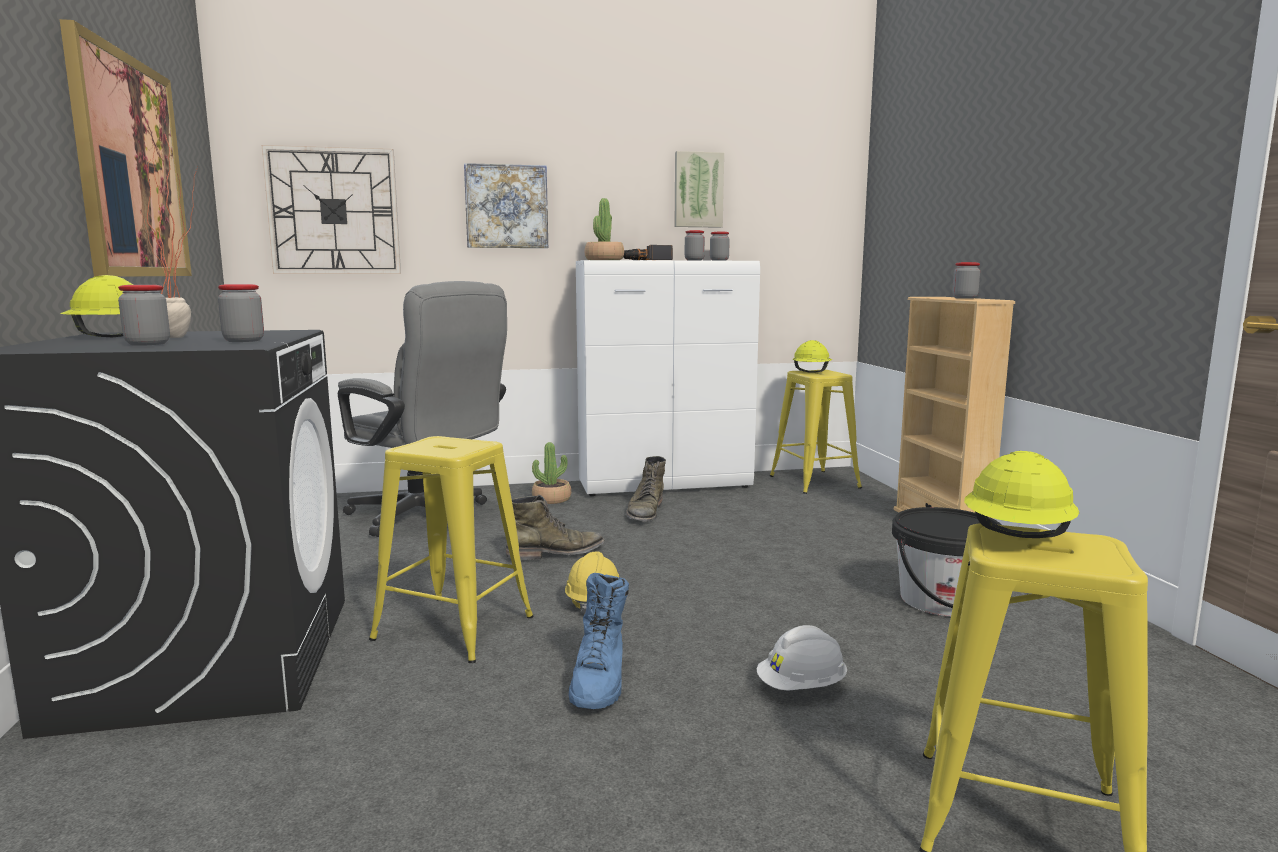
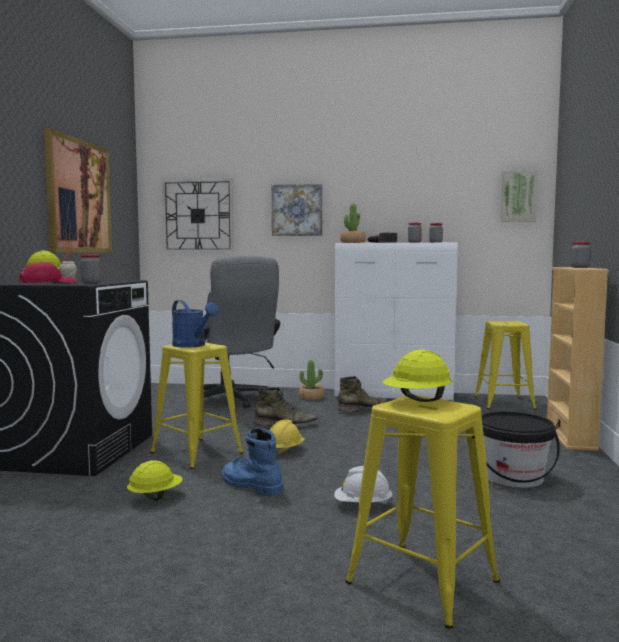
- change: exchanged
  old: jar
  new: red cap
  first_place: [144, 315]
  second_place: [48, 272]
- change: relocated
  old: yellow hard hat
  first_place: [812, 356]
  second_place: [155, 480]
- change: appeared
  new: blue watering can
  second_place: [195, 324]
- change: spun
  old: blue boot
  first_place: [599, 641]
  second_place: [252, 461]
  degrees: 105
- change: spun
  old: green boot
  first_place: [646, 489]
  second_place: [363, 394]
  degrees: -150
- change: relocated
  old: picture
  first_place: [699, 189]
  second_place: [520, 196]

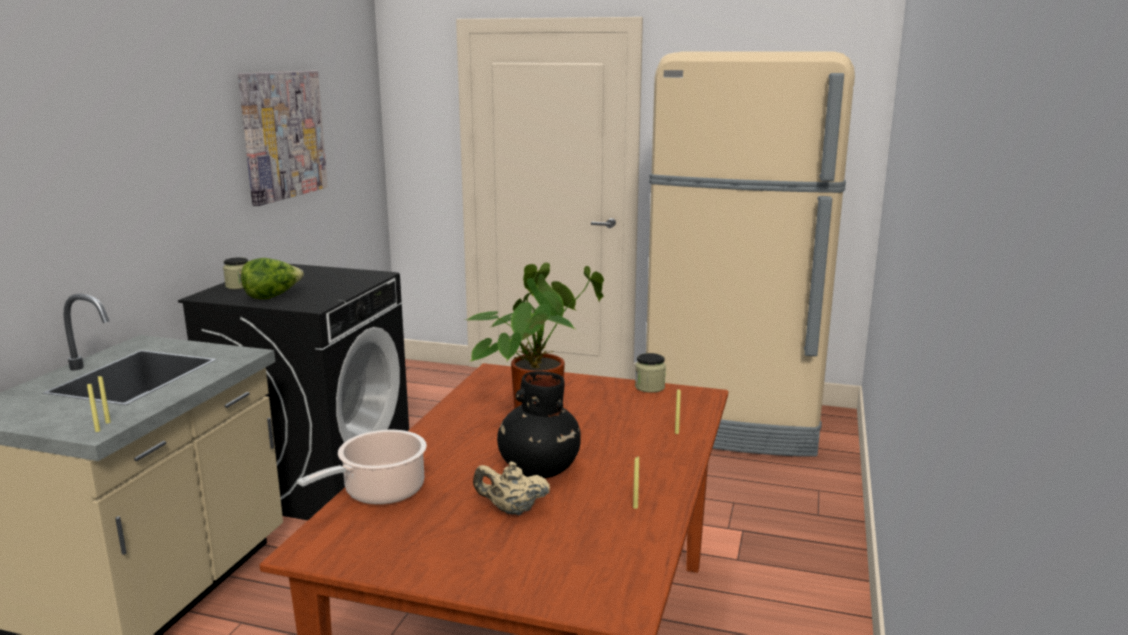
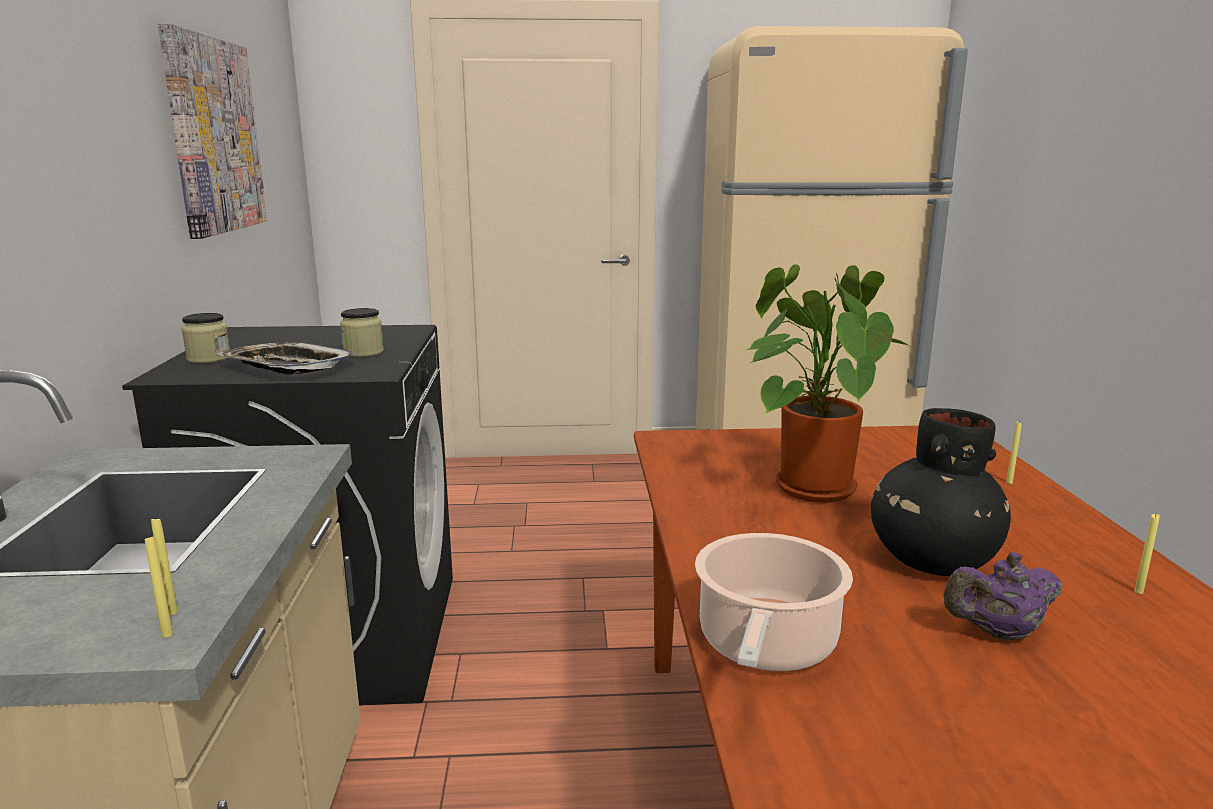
- change: exchanged
  old: lettuce
  new: tray
  first_place: [272, 278]
  second_place: [286, 358]
- change: relocated
  old: jar
  first_place: [650, 373]
  second_place: [362, 332]
- change: colour
  old: beige teapot
  new: purple teapot
  first_place: [511, 488]
  second_place: [1002, 596]

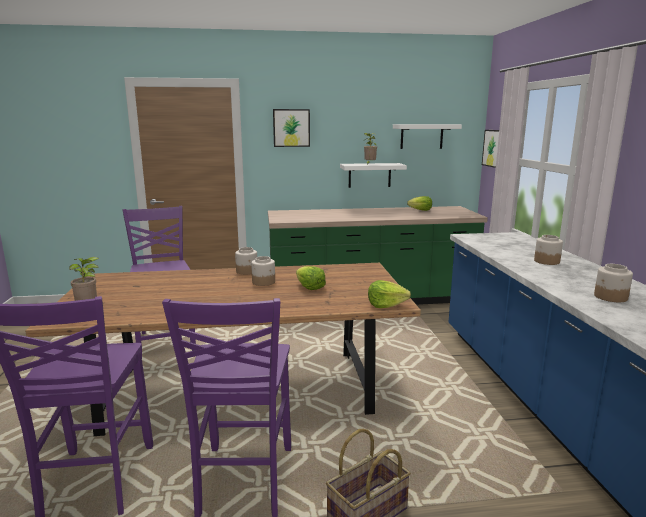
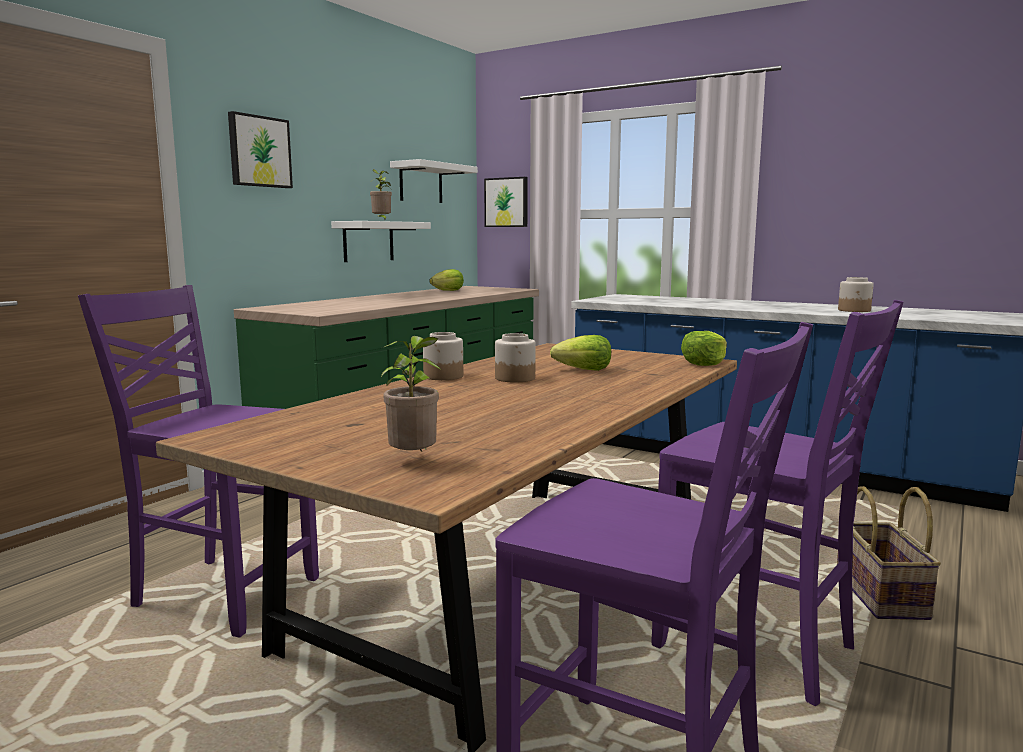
- change: missing
  old: jar
  first_place: [548, 250]

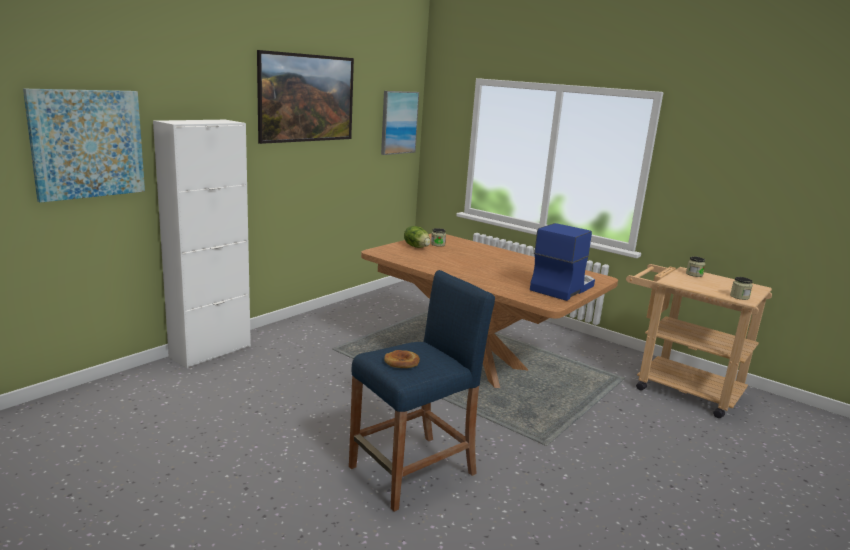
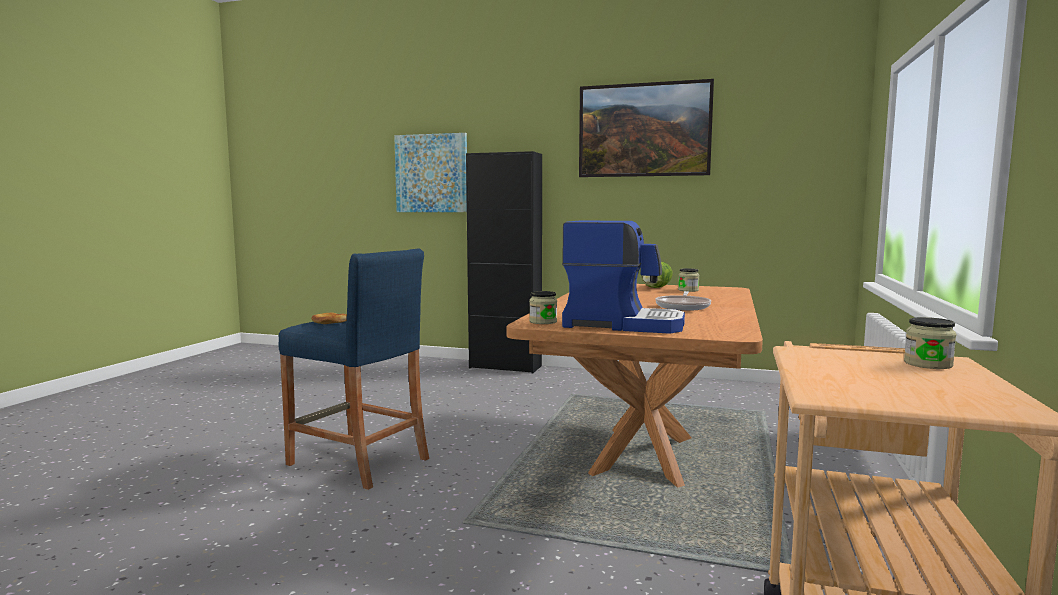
- change: colour
  old: white cabinet
  new: black cabinet
  first_place: [202, 243]
  second_place: [504, 262]
- change: relocated
  old: jar
  first_place: [741, 288]
  second_place: [543, 307]
- change: appeared
  new: frying pan
  second_place: [683, 301]
- change: missing
  old: picture
  first_place: [400, 123]

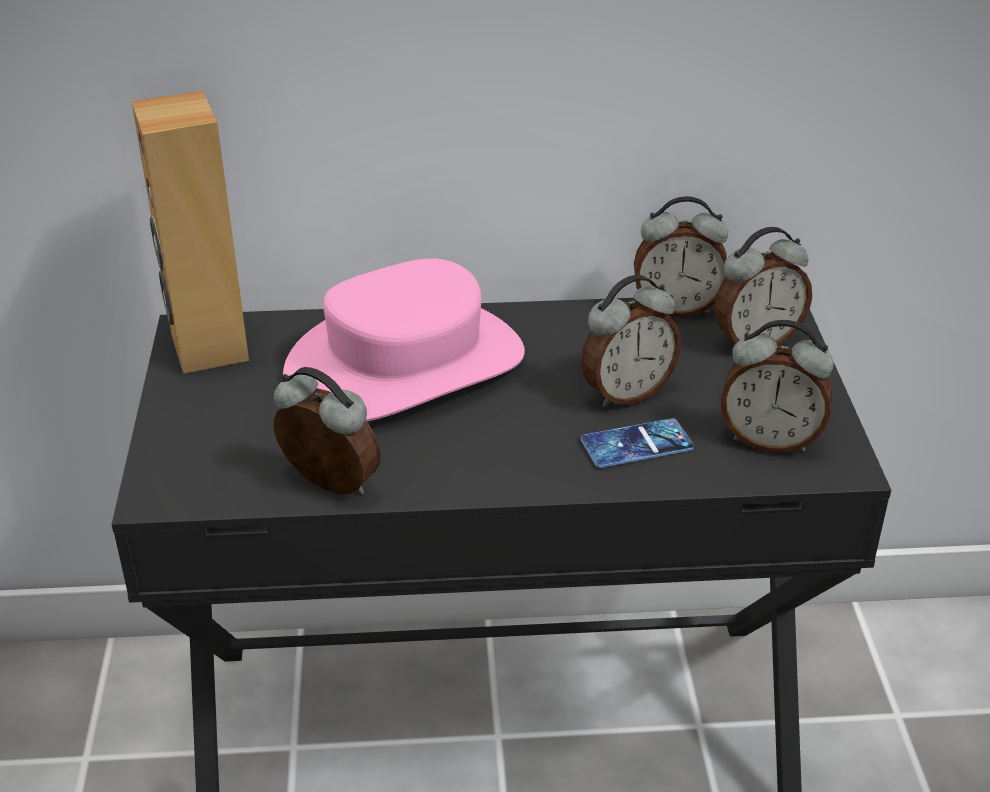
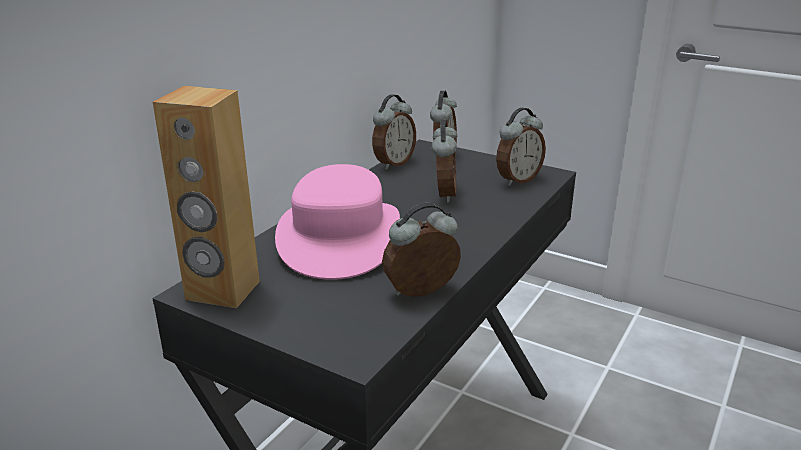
- change: missing
  old: phone
  first_place: [637, 443]

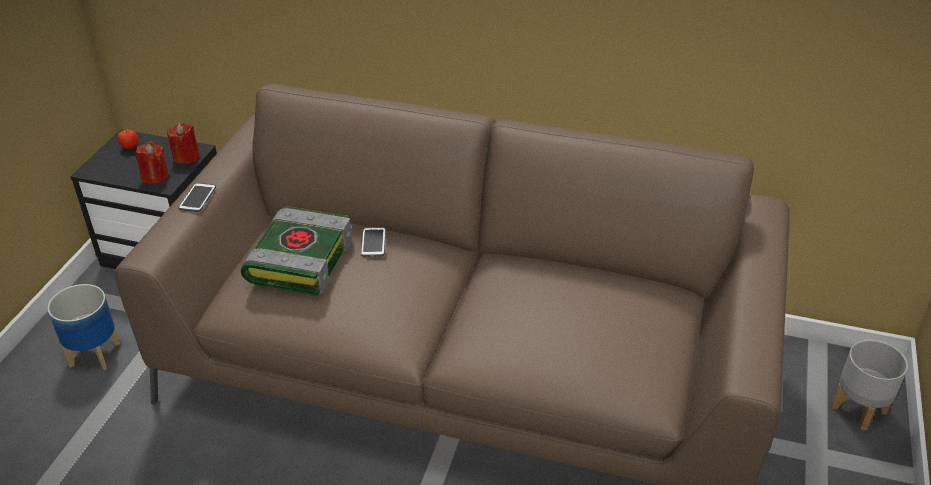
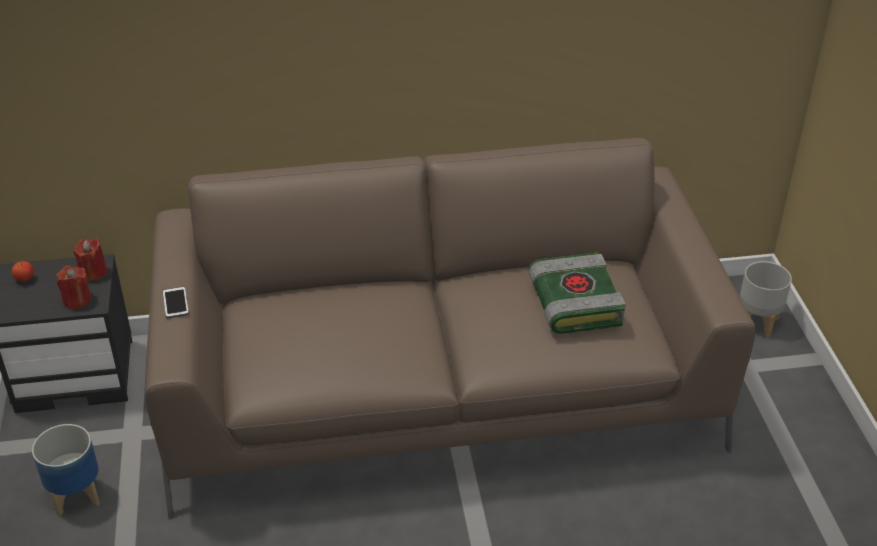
- change: relocated
  old: book
  first_place: [296, 251]
  second_place: [577, 293]
- change: missing
  old: phone
  first_place: [373, 242]

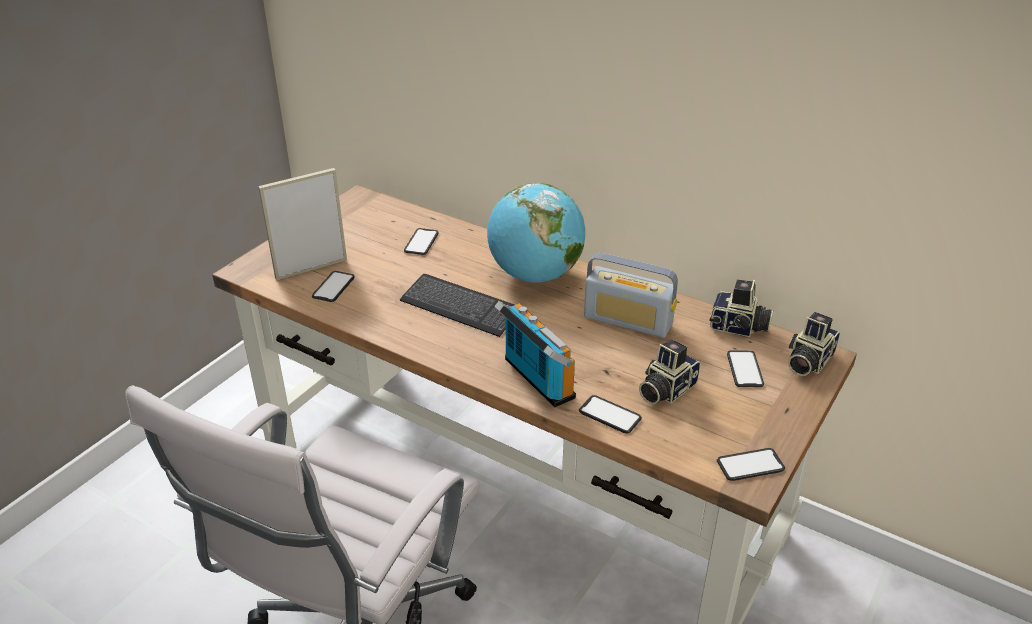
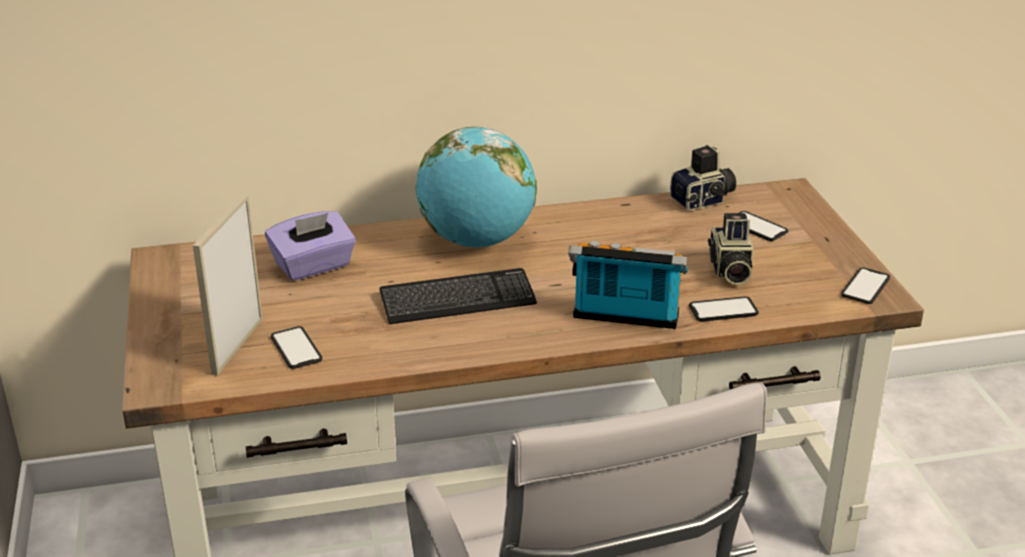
- change: exchanged
  old: phone
  new: purple tissue box
  first_place: [421, 241]
  second_place: [310, 246]
- change: missing
  old: radio
  first_place: [631, 295]
- change: missing
  old: photo camera
  first_place: [814, 344]

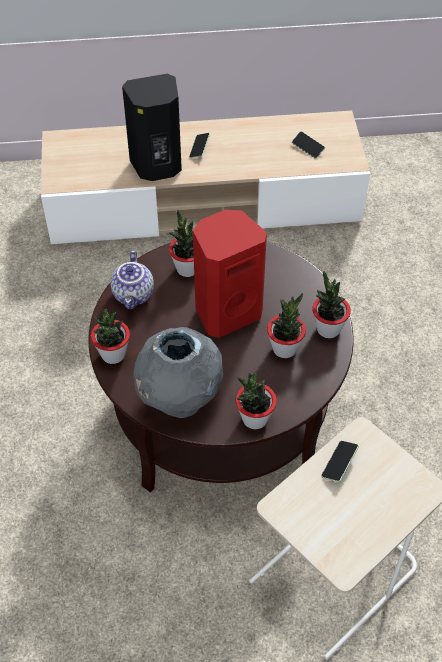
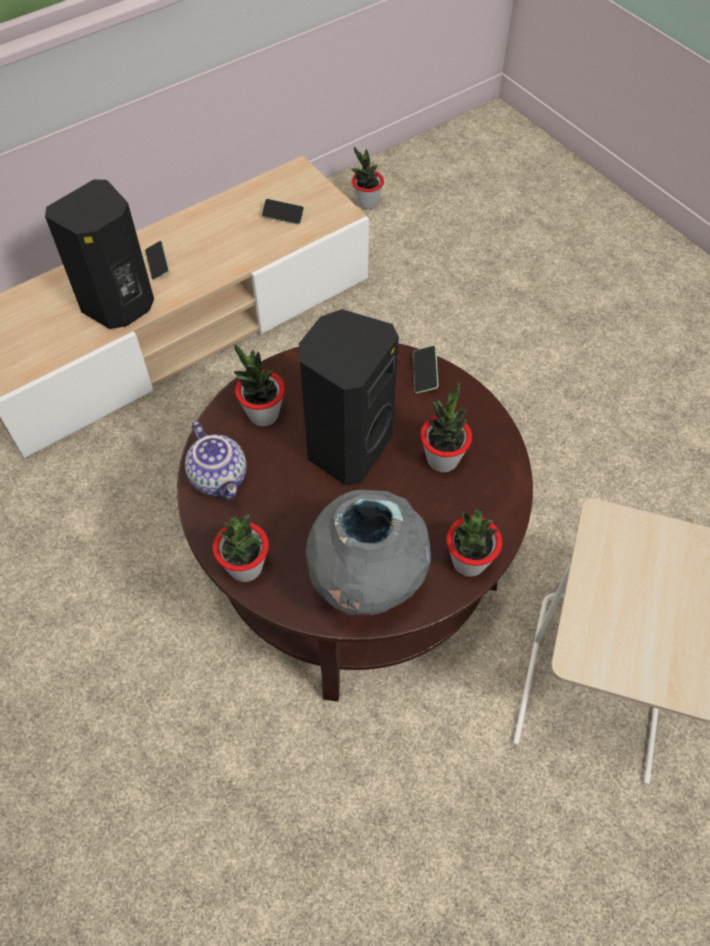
- change: colour
  old: red speaker
  new: black speaker
  first_place: [230, 274]
  second_place: [349, 397]
- change: relocated
  old: potted plant
  first_place: [331, 304]
  second_place: [368, 178]
- change: relocated
  old: phone
  first_place: [340, 461]
  second_place: [425, 369]

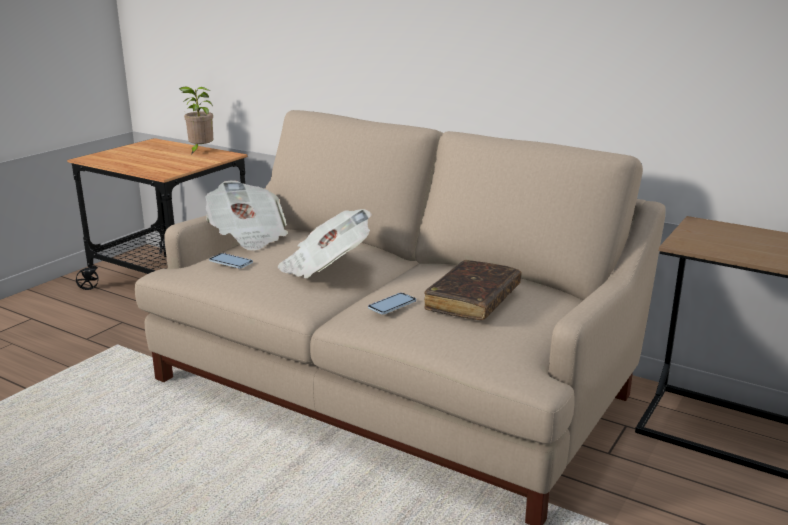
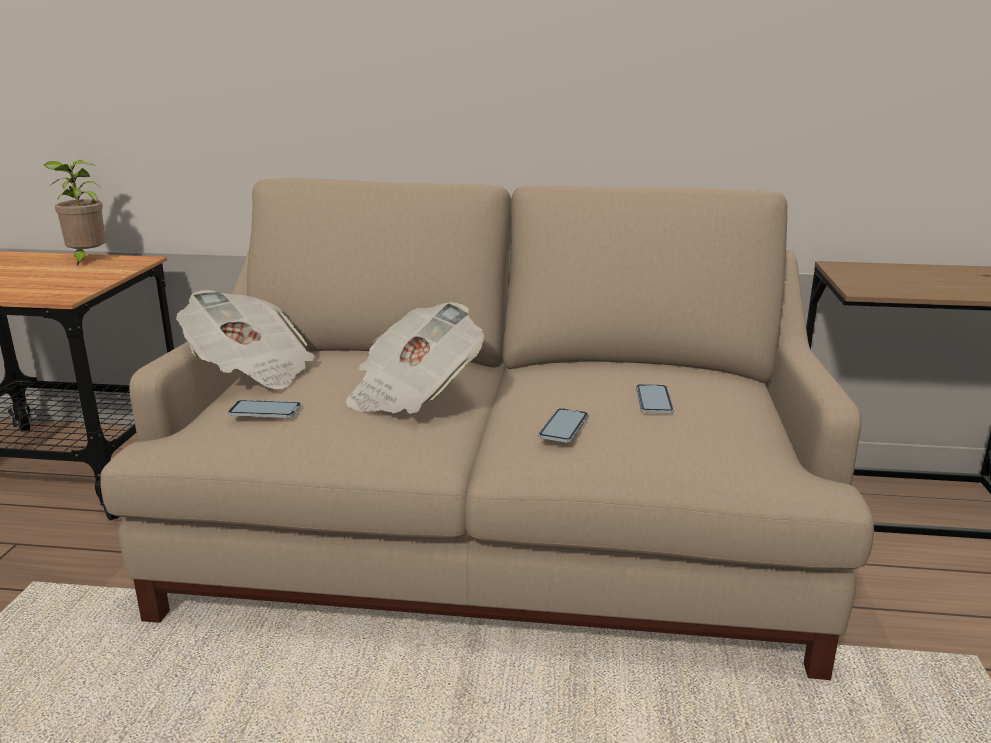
- change: exchanged
  old: brown book
  new: phone
  first_place: [472, 290]
  second_place: [655, 399]

